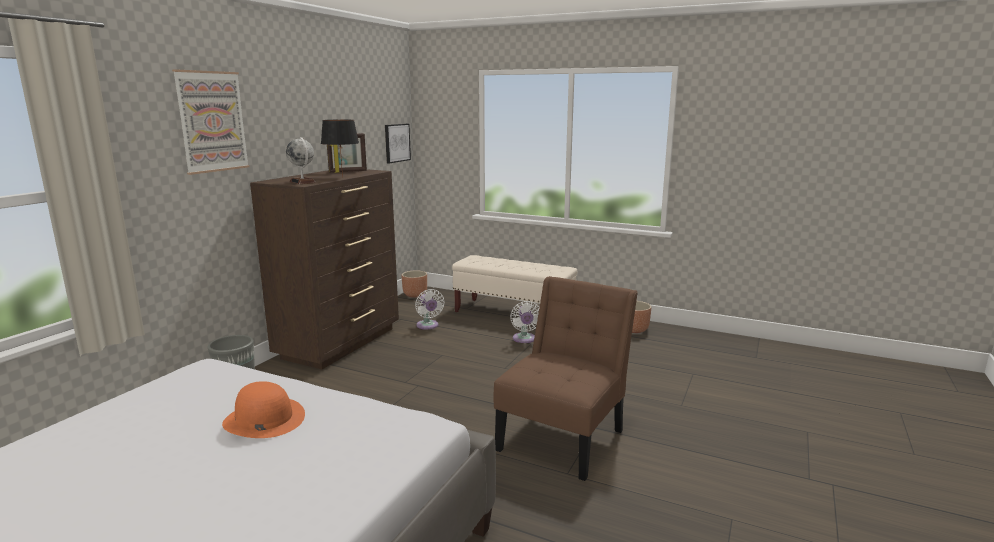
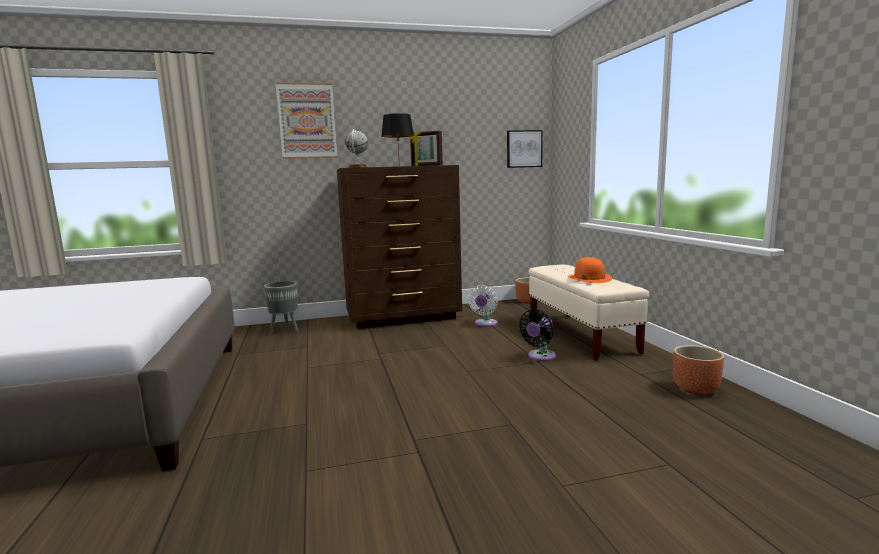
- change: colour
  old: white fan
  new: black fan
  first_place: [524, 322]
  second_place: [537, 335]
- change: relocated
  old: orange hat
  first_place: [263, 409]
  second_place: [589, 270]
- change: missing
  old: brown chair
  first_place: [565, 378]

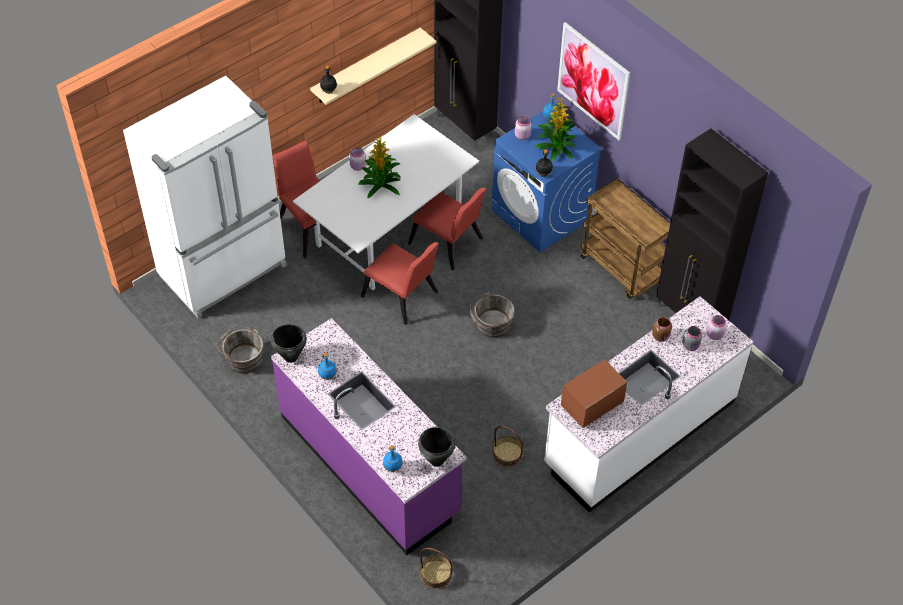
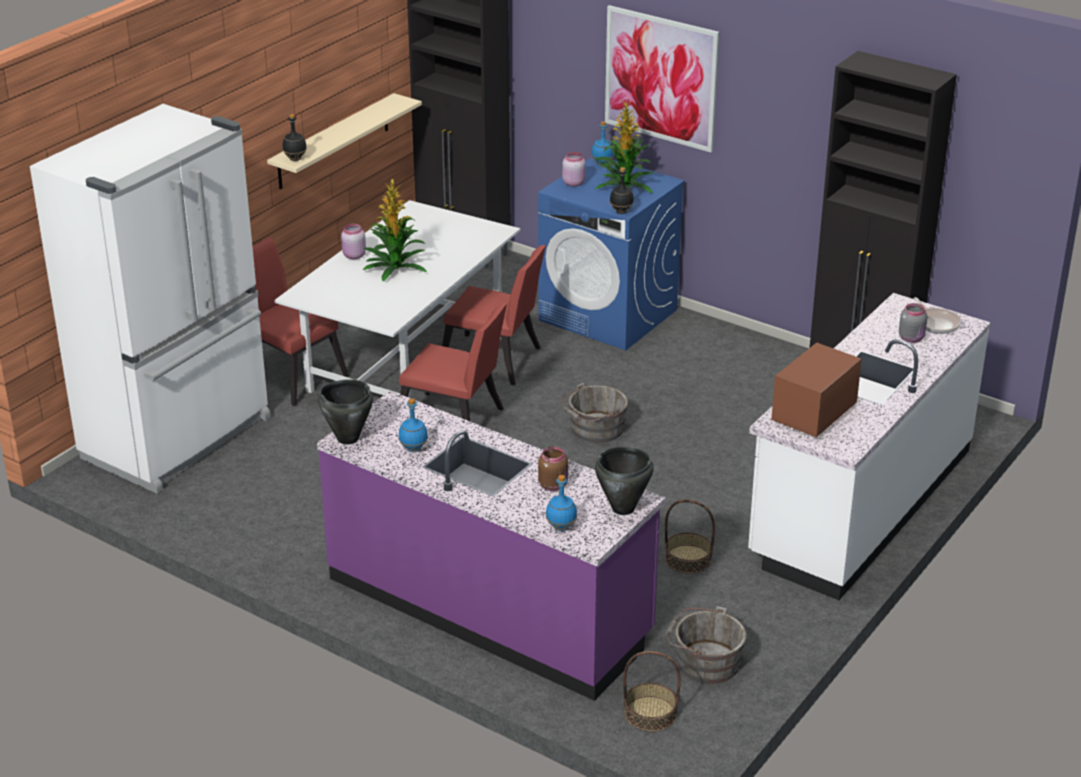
- change: relocated
  old: brown jar
  first_place: [662, 329]
  second_place: [553, 469]
- change: relocated
  old: grey bucket
  first_place: [240, 349]
  second_place: [707, 645]
- change: exchanged
  old: pink jar
  new: frying pan
  first_place: [717, 327]
  second_place: [937, 315]
- change: missing
  old: brown cart
  first_place: [625, 239]

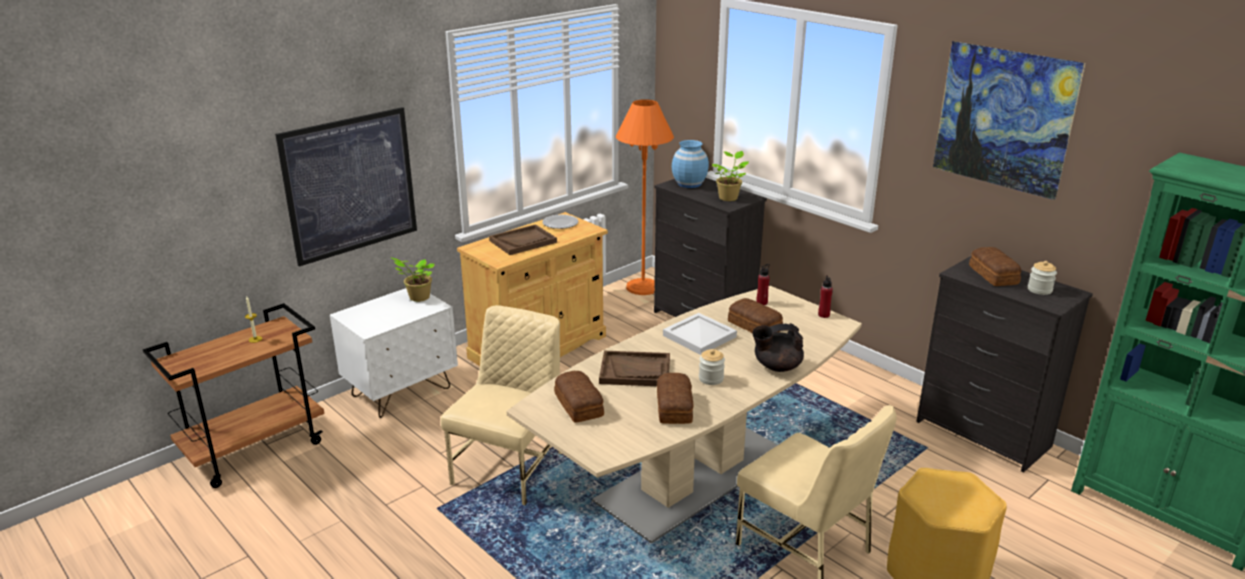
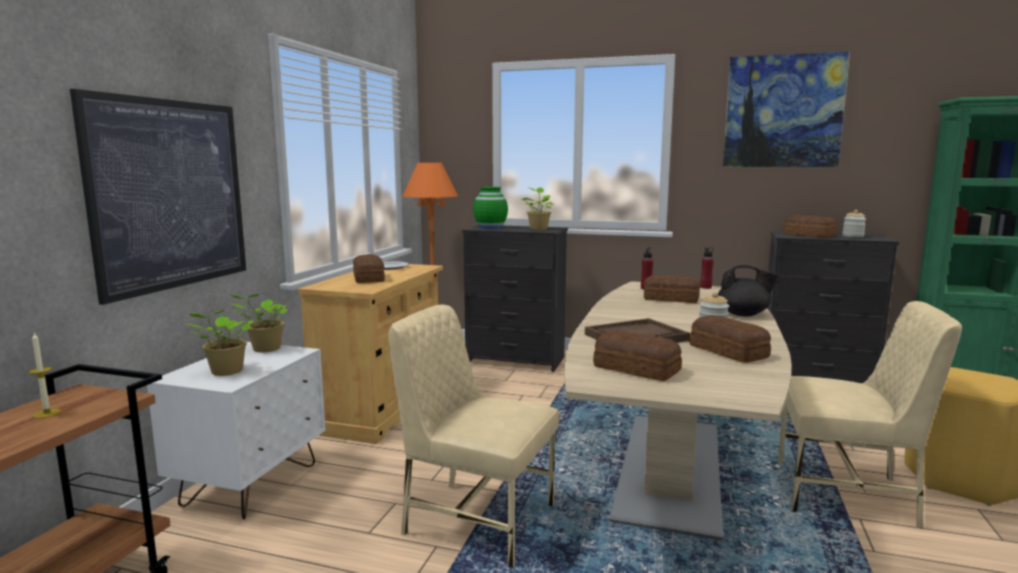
- change: appeared
  new: potted plant
  second_place: [220, 343]
- change: exchanged
  old: brown tray
  new: bread
  first_place: [523, 239]
  second_place: [369, 268]
- change: spun
  old: beige chair
  first_place: [501, 405]
  second_place: [474, 436]
  degrees: -60
- change: colour
  old: blue vase
  new: green vase
  first_place: [690, 164]
  second_place: [490, 208]
- change: spun
  old: black teapot
  first_place: [778, 347]
  second_place: [748, 291]
  degrees: -120
- change: missing
  old: white tray
  first_place: [700, 334]

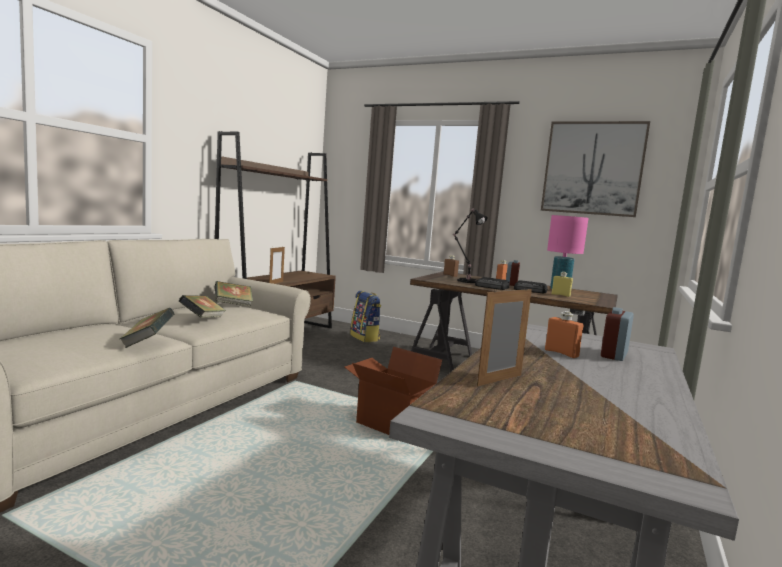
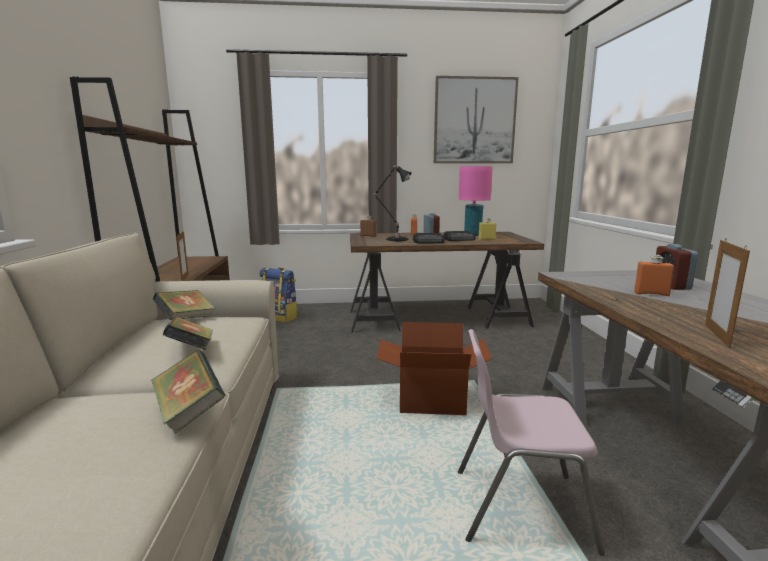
- change: appeared
  new: pink chair
  second_place: [531, 442]

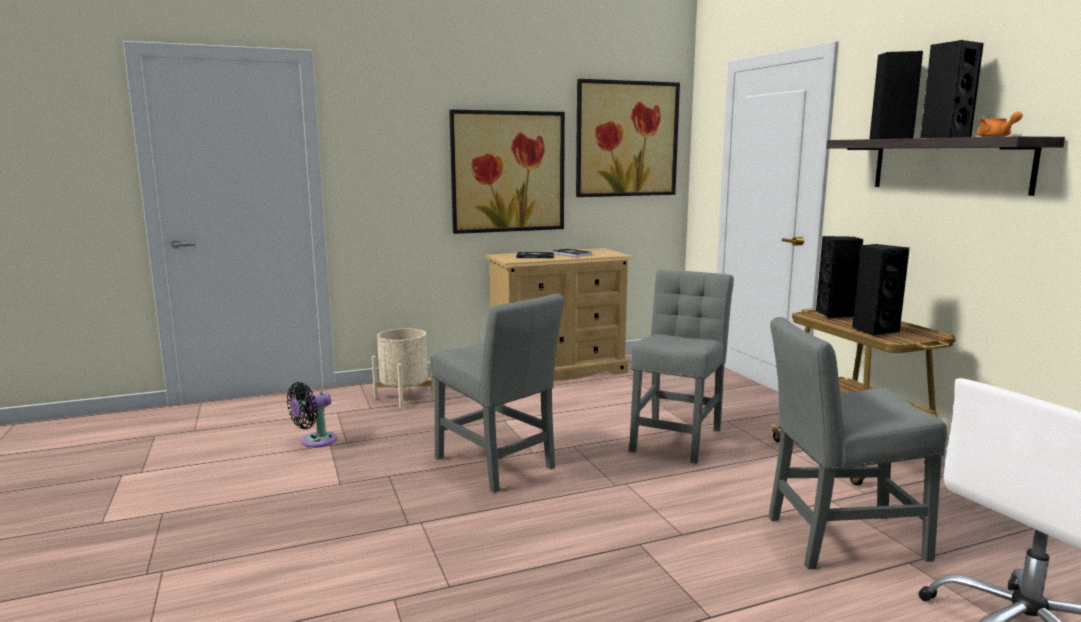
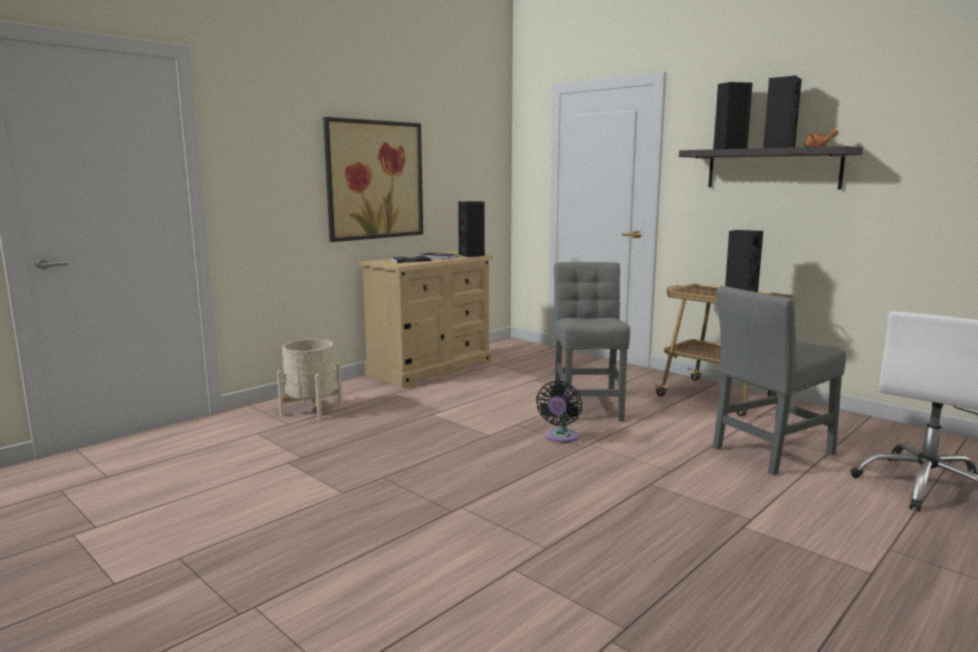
- change: relocated
  old: black speaker
  first_place: [839, 277]
  second_place: [471, 229]
- change: relocated
  old: black fan
  first_place: [312, 415]
  second_place: [559, 412]
- change: missing
  old: grey chair
  first_place: [498, 393]
- change: missing
  old: picture
  first_place: [628, 138]

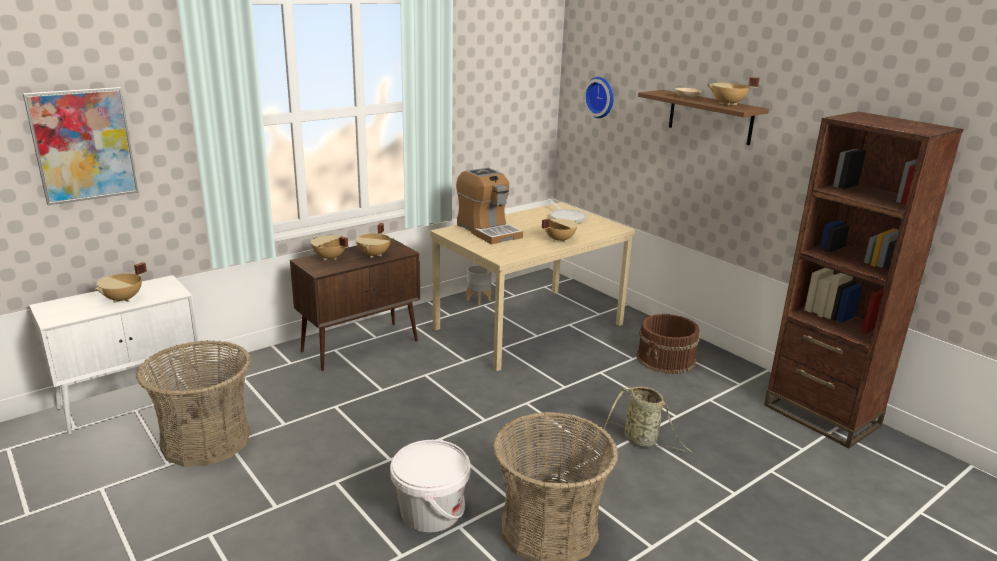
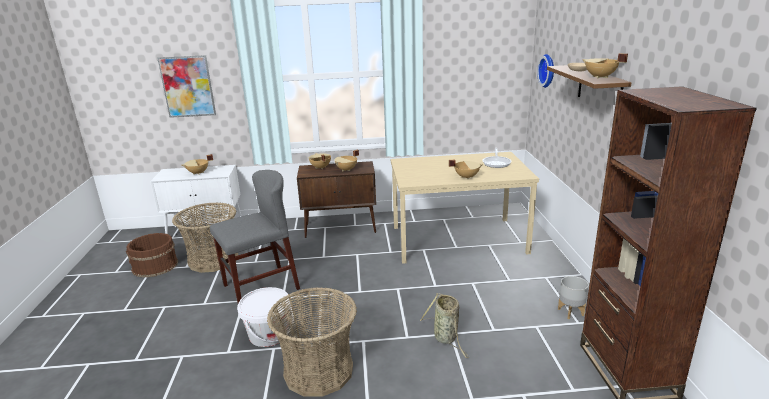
- change: relocated
  old: brown bucket
  first_place: [668, 344]
  second_place: [152, 255]
- change: appeared
  new: grey chair
  second_place: [255, 236]
- change: relocated
  old: grey planter
  first_place: [479, 285]
  second_place: [573, 298]
- change: missing
  old: coffee machine
  first_place: [489, 206]

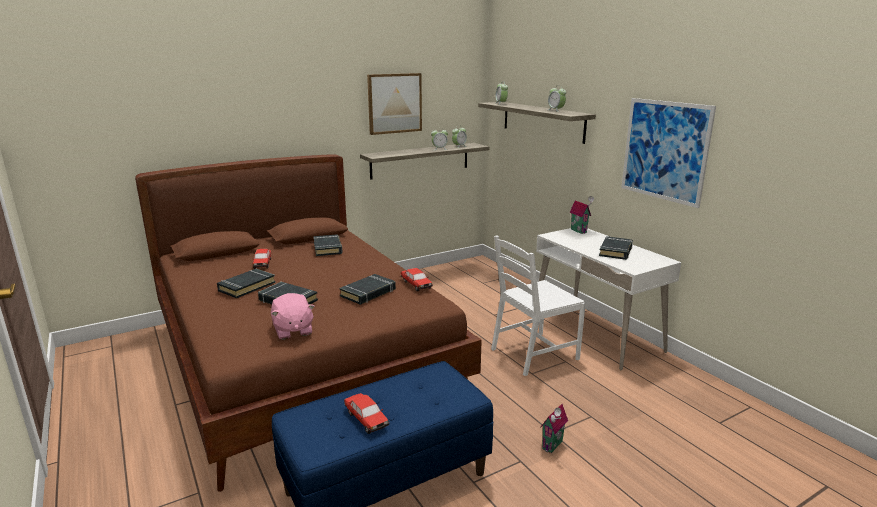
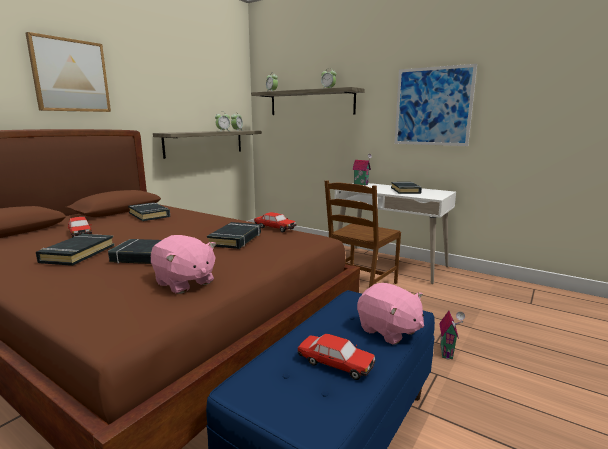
- change: relocated
  old: picture
  first_place: [394, 104]
  second_place: [68, 72]
- change: colour
  old: white chair
  new: brown chair
  first_place: [538, 306]
  second_place: [363, 233]
- change: appeared
  new: pink plush toy
  second_place: [390, 314]

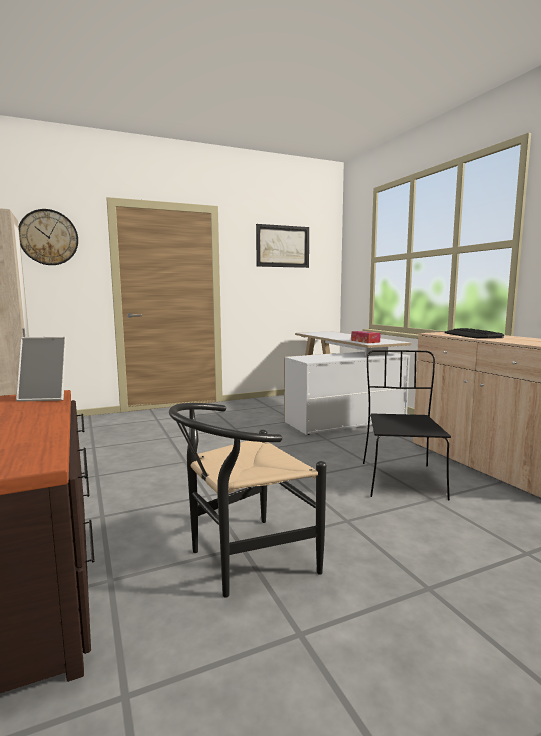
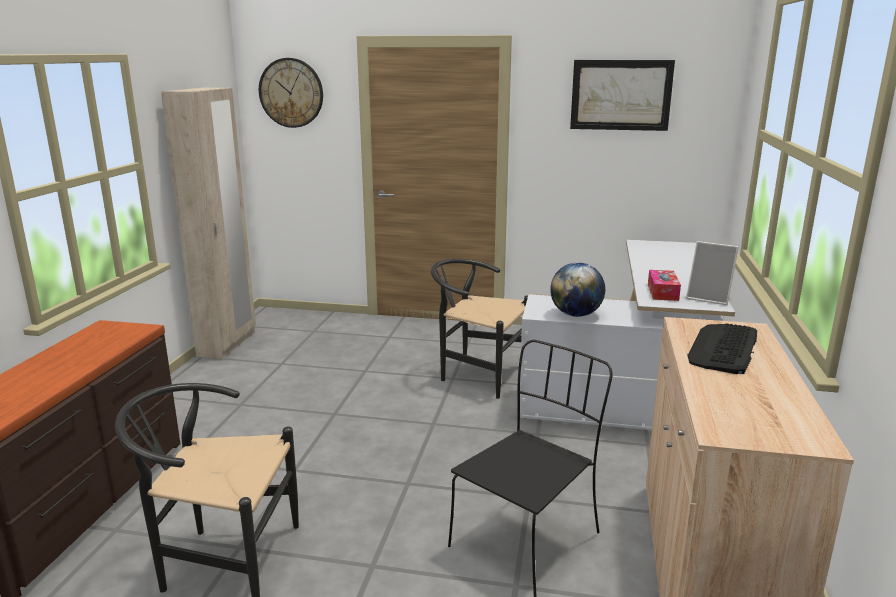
- change: appeared
  new: black chair
  second_place: [479, 329]
- change: appeared
  new: globe
  second_place: [577, 289]
- change: relocated
  old: picture frame
  first_place: [41, 369]
  second_place: [712, 273]

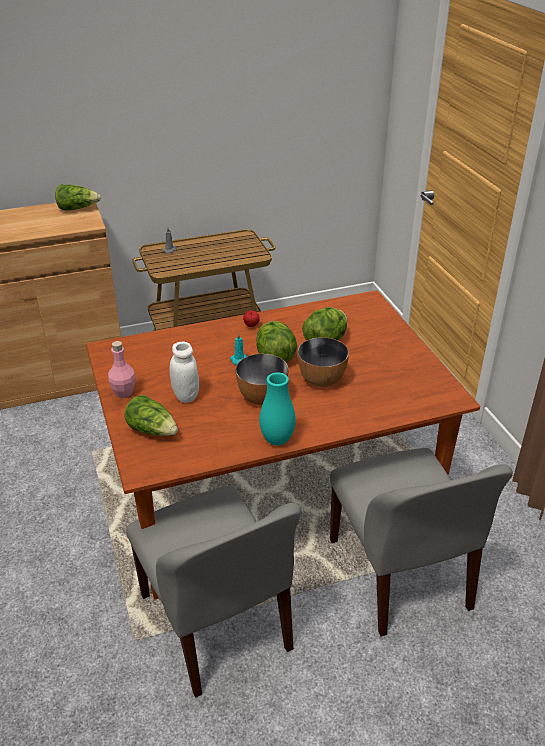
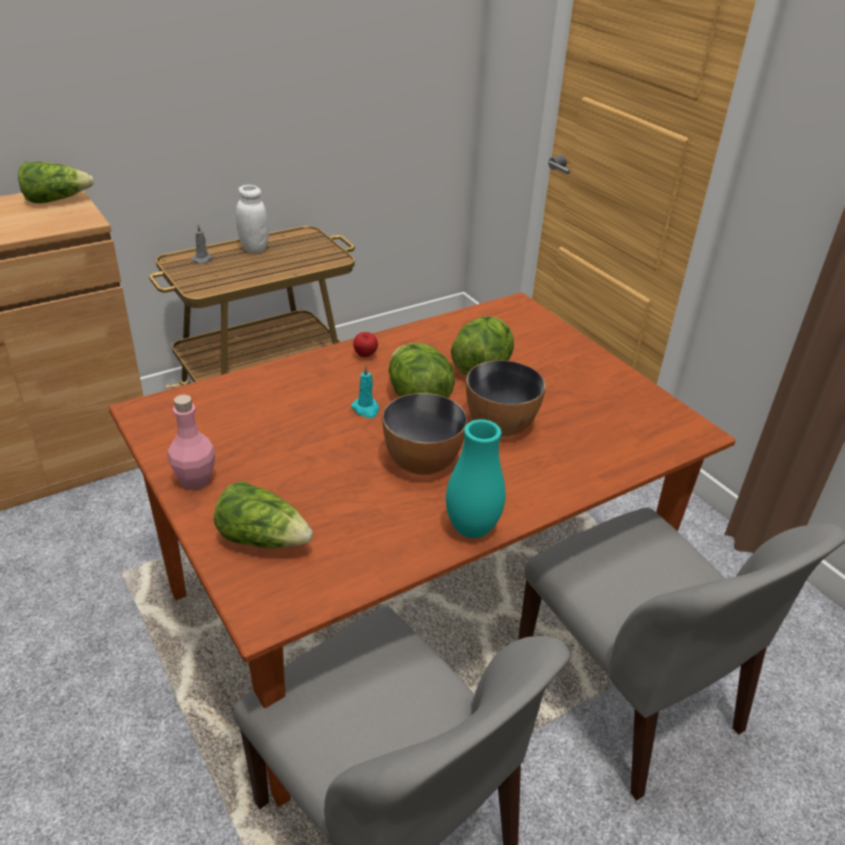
- change: relocated
  old: white jar
  first_place: [184, 372]
  second_place: [252, 219]

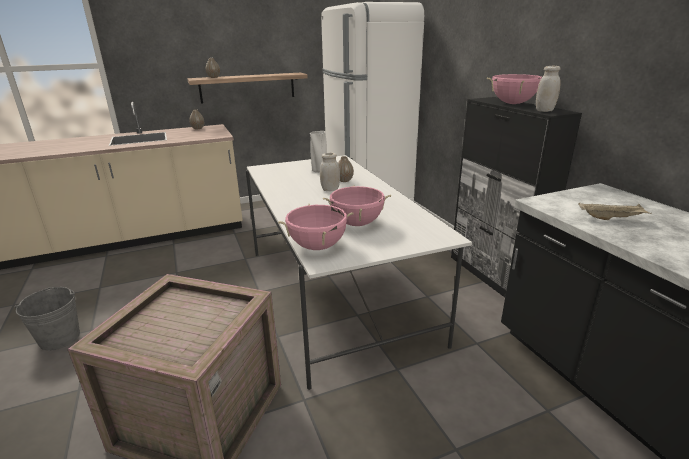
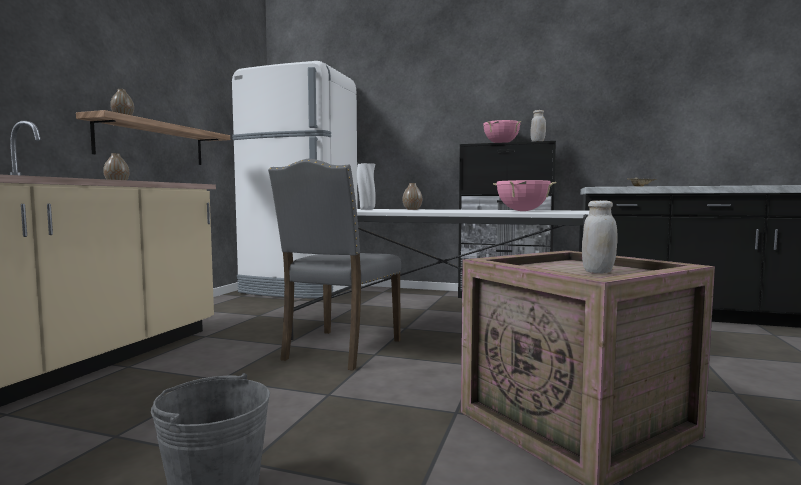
- change: appeared
  new: grey chair
  second_place: [334, 264]
- change: relocated
  old: white jar
  first_place: [330, 172]
  second_place: [600, 236]
- change: missing
  old: pink cooking pot
  first_place: [315, 227]

